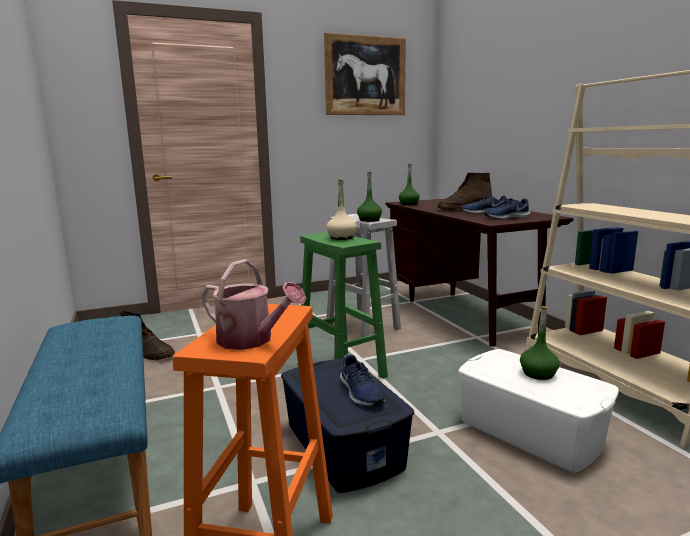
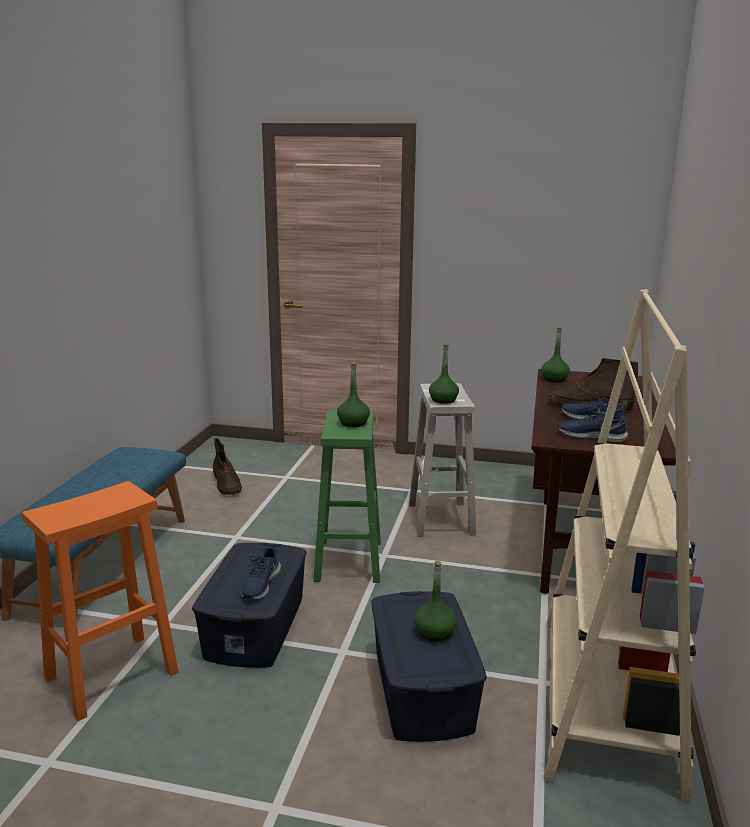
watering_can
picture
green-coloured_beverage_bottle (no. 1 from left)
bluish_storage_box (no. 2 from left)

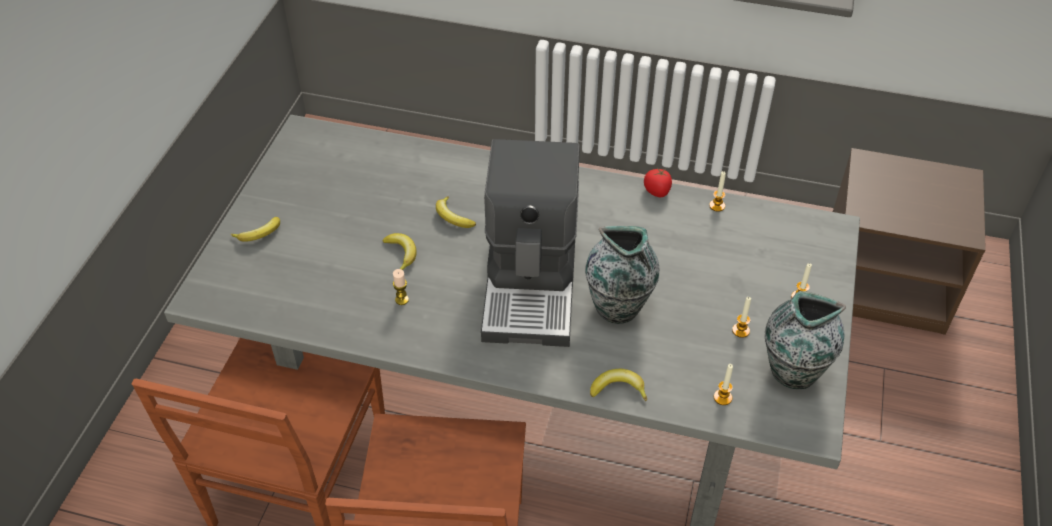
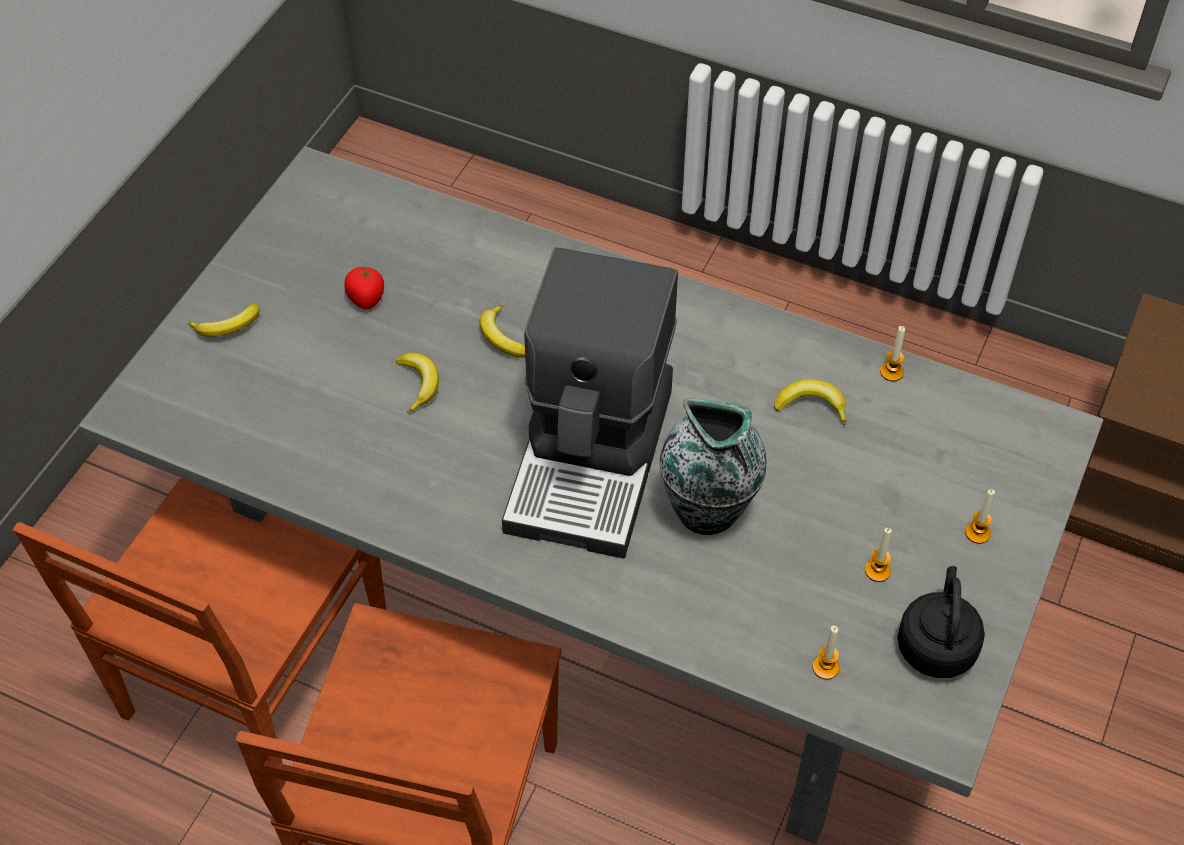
wax_light (no. 1 from left in the first image)
banana (no. 4 from left)
tomato
blackish_tea_kettle

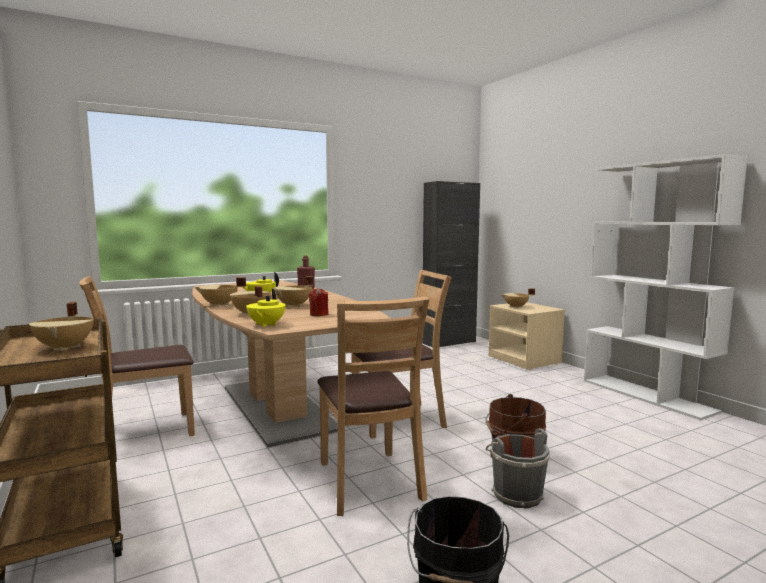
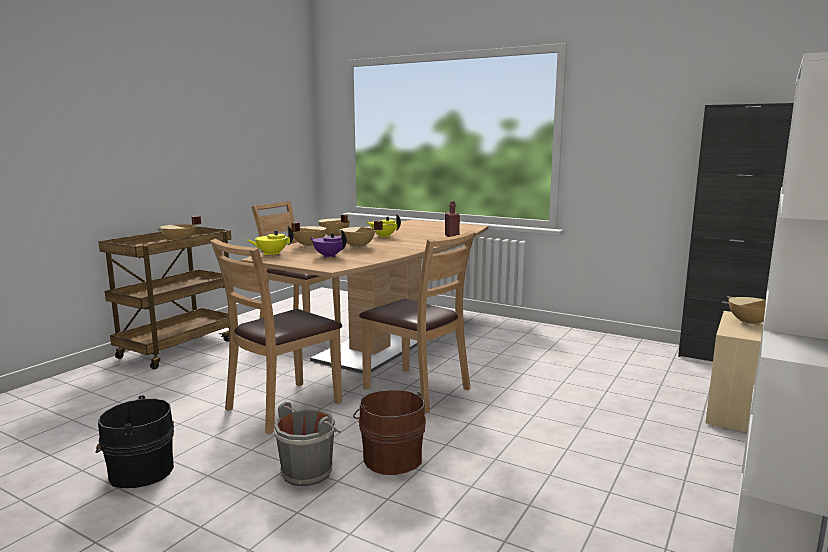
purple-coloured_pot_for_tea

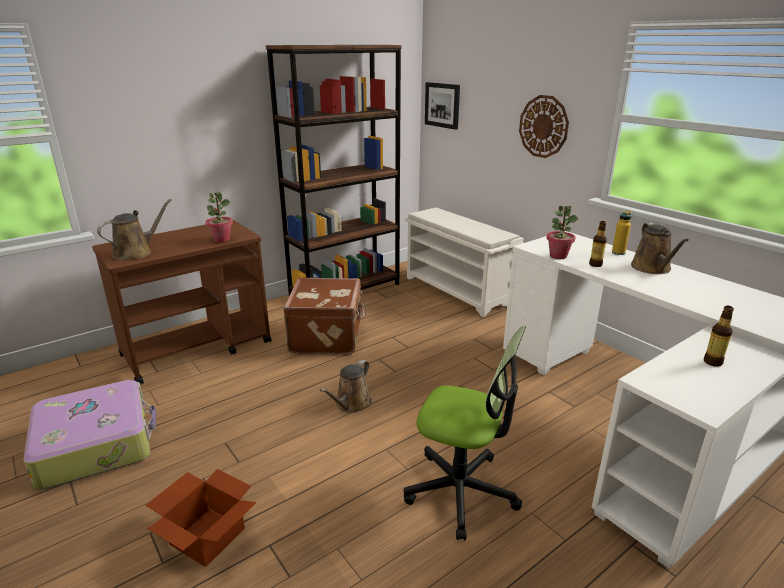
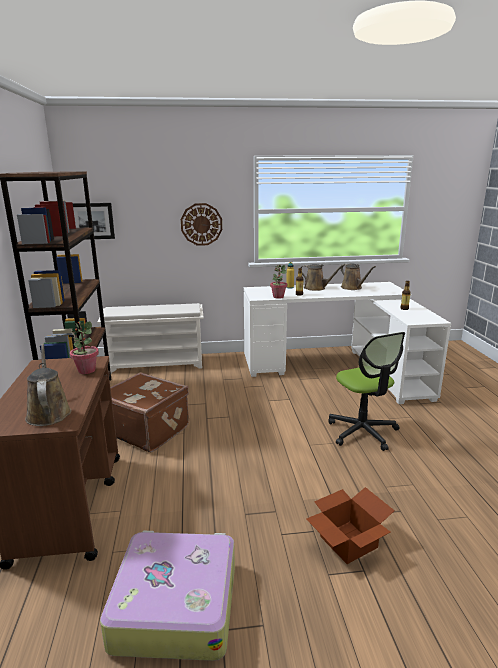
brown_watering_can (no. 3 from left)
office_chair

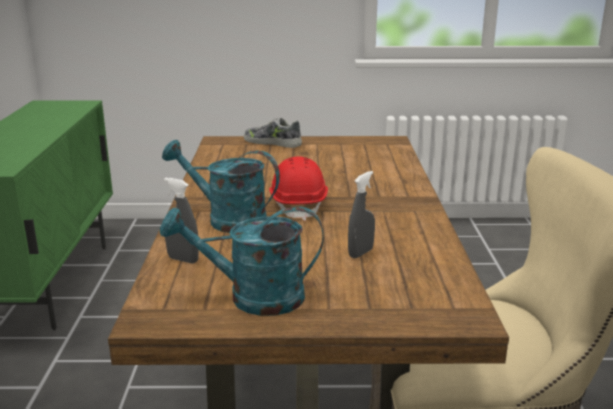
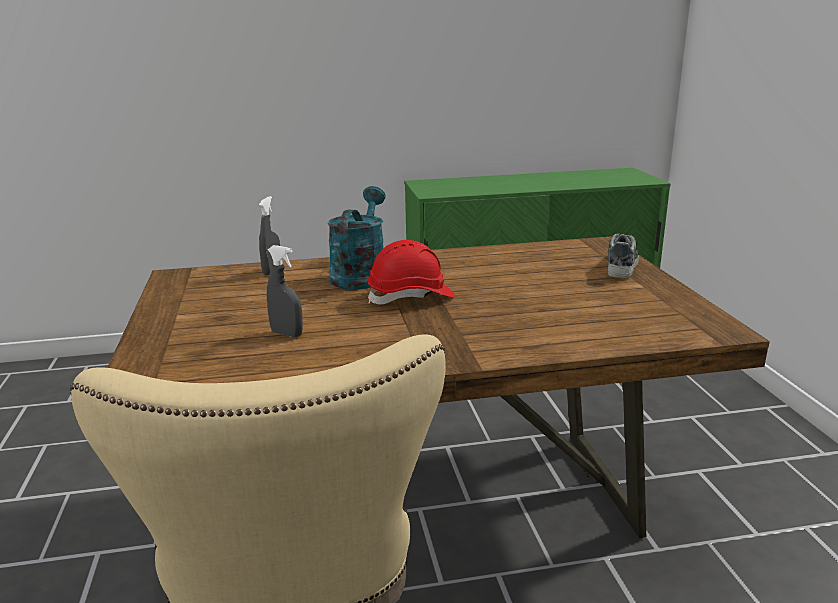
blue-green_watering_can (no. 2 from left in the first image)

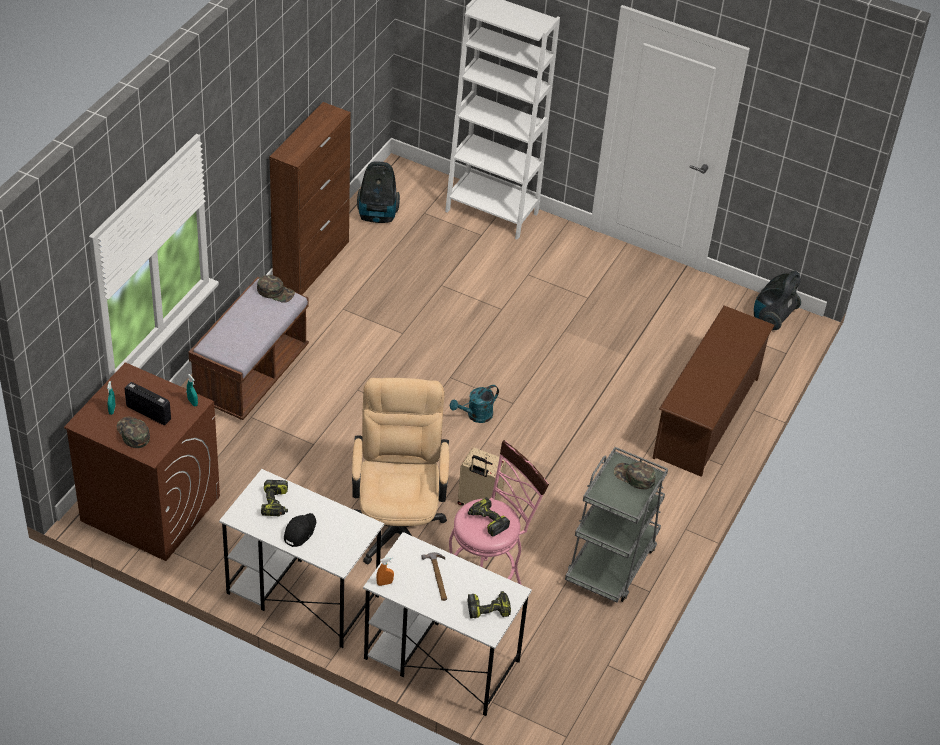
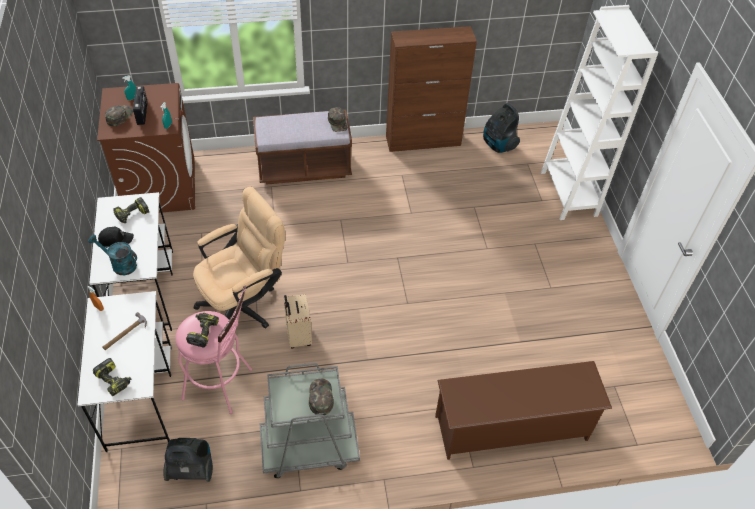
blue-green_watering_can
hoover (no. 1 from left)

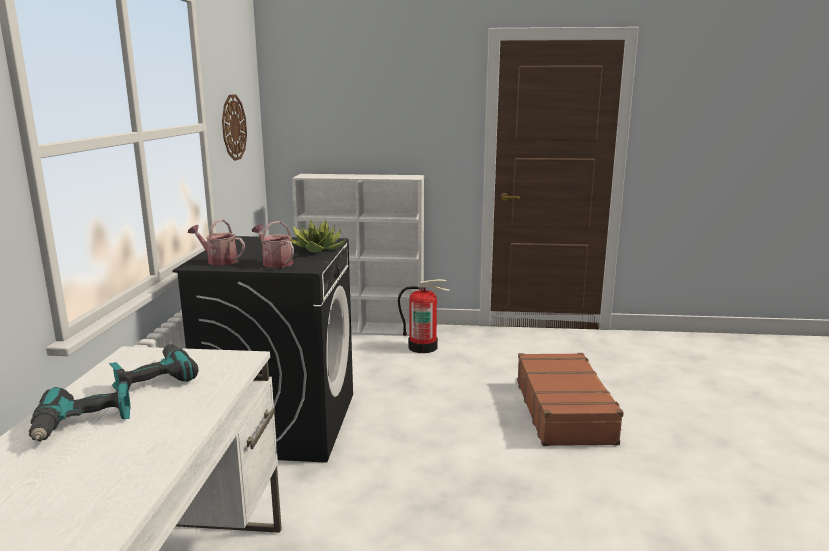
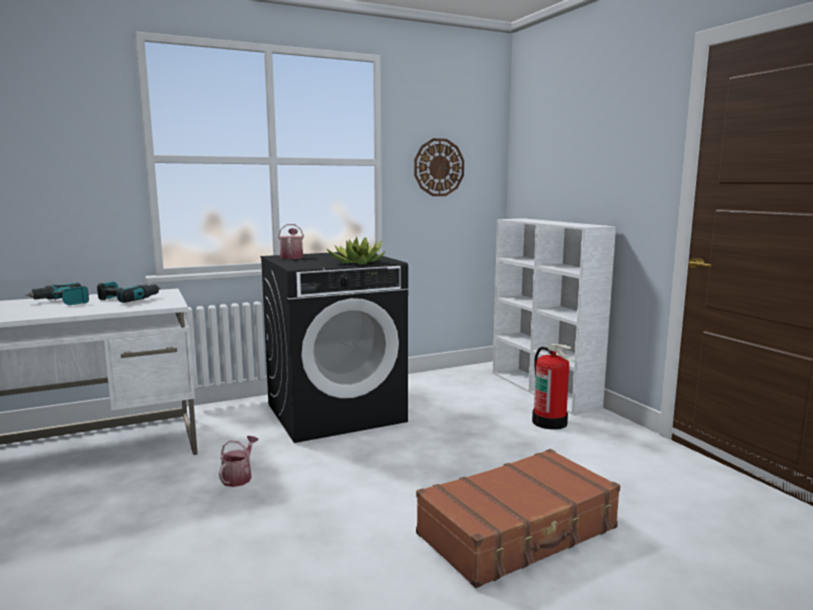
watering_can (no. 1 from left)

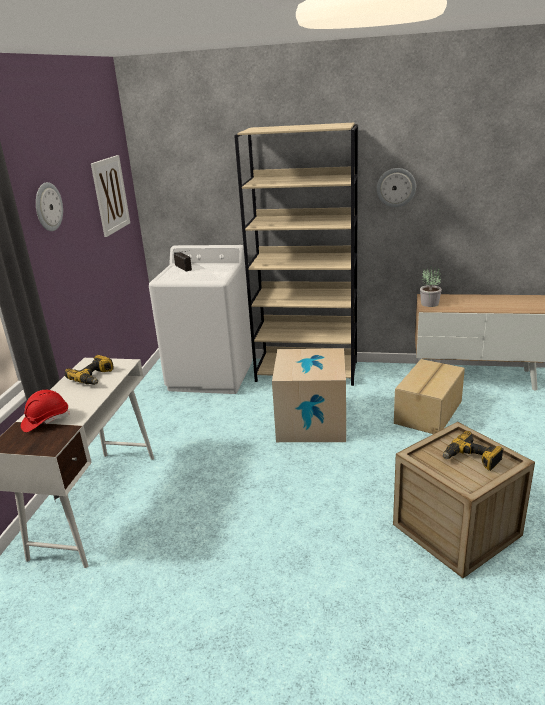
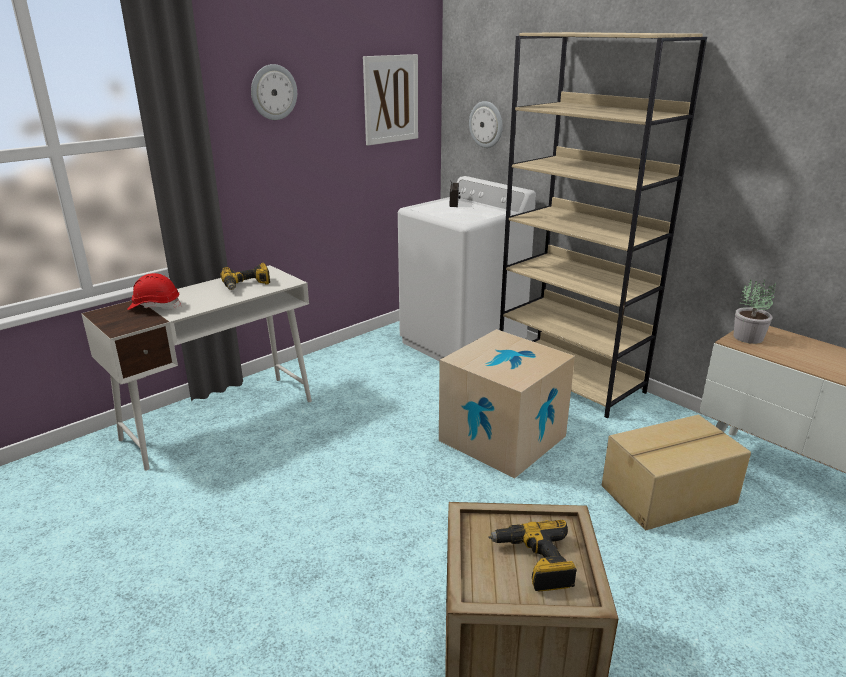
hanging_clock (no. 2 from left)

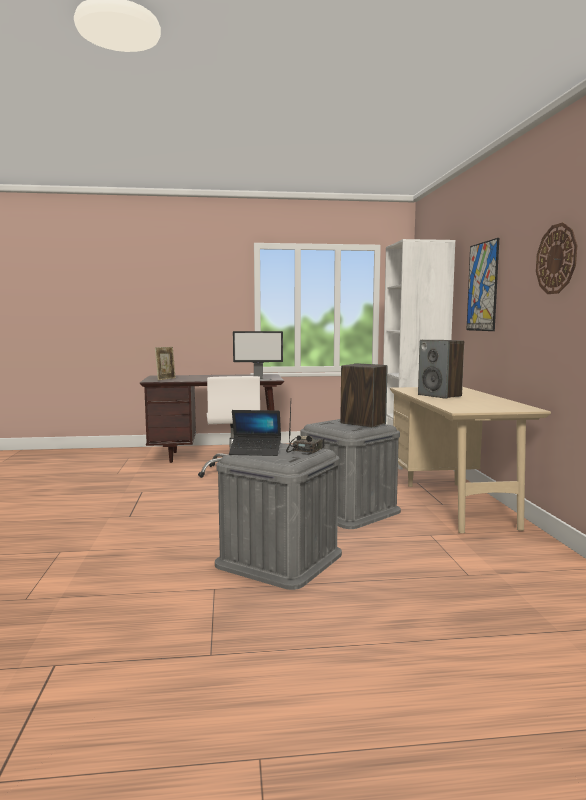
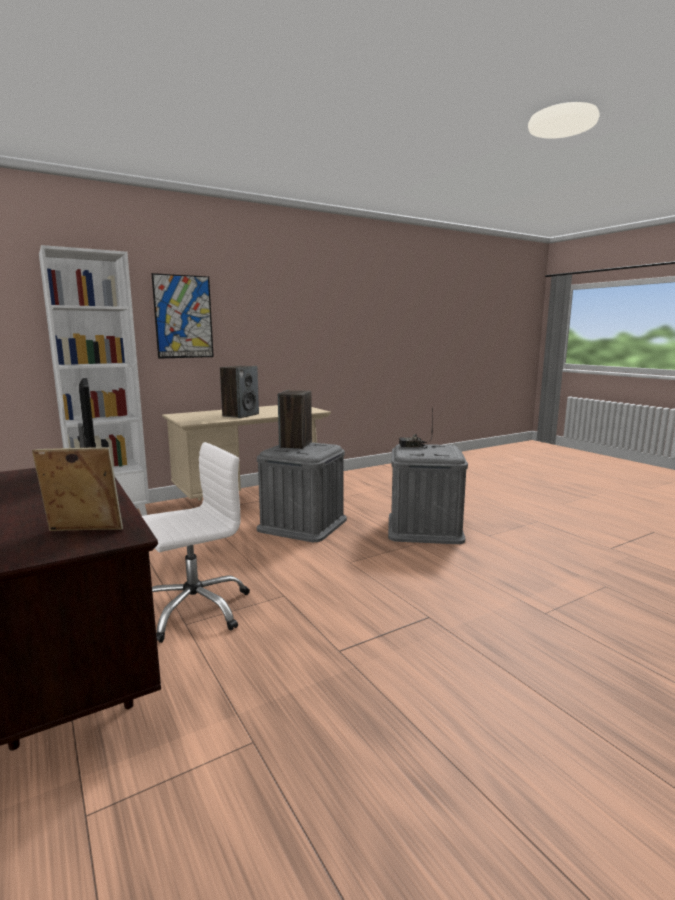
laptop
hanging_clock

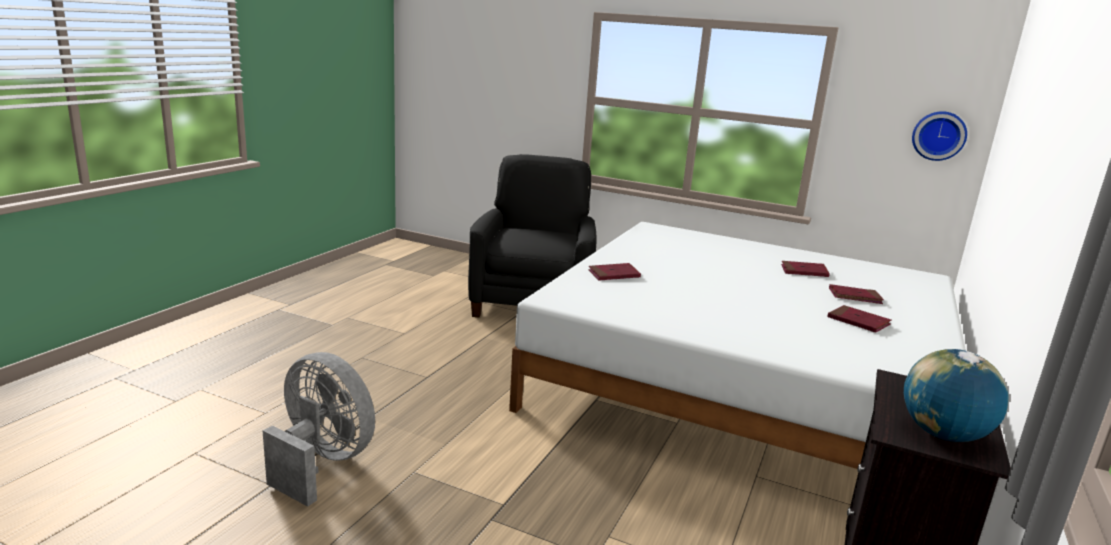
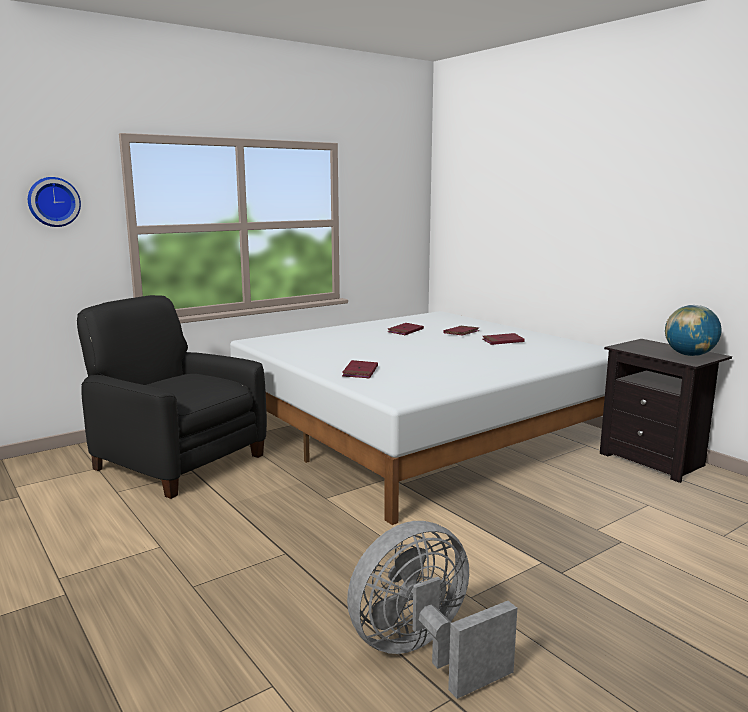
hanging_clock

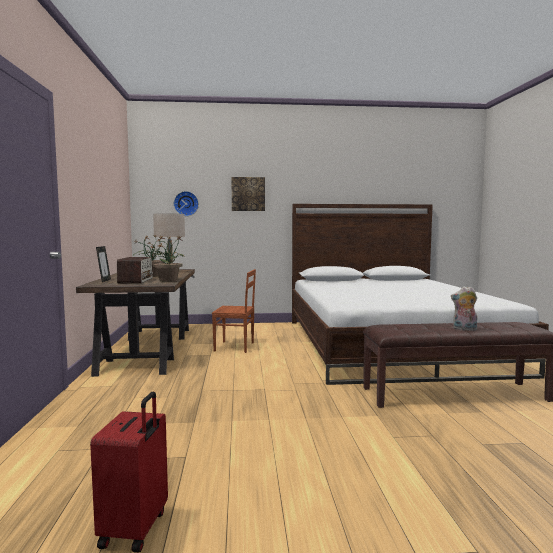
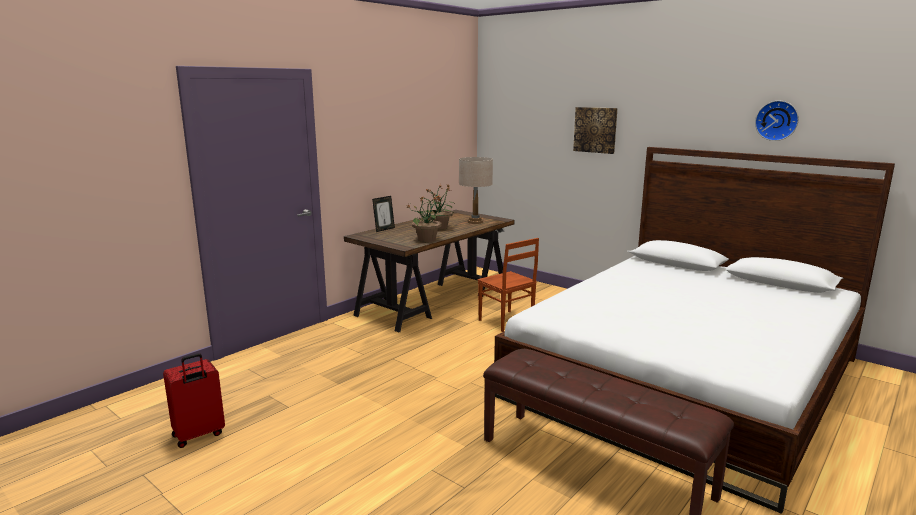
radio_receiver
hanging_clock
plush_toy

